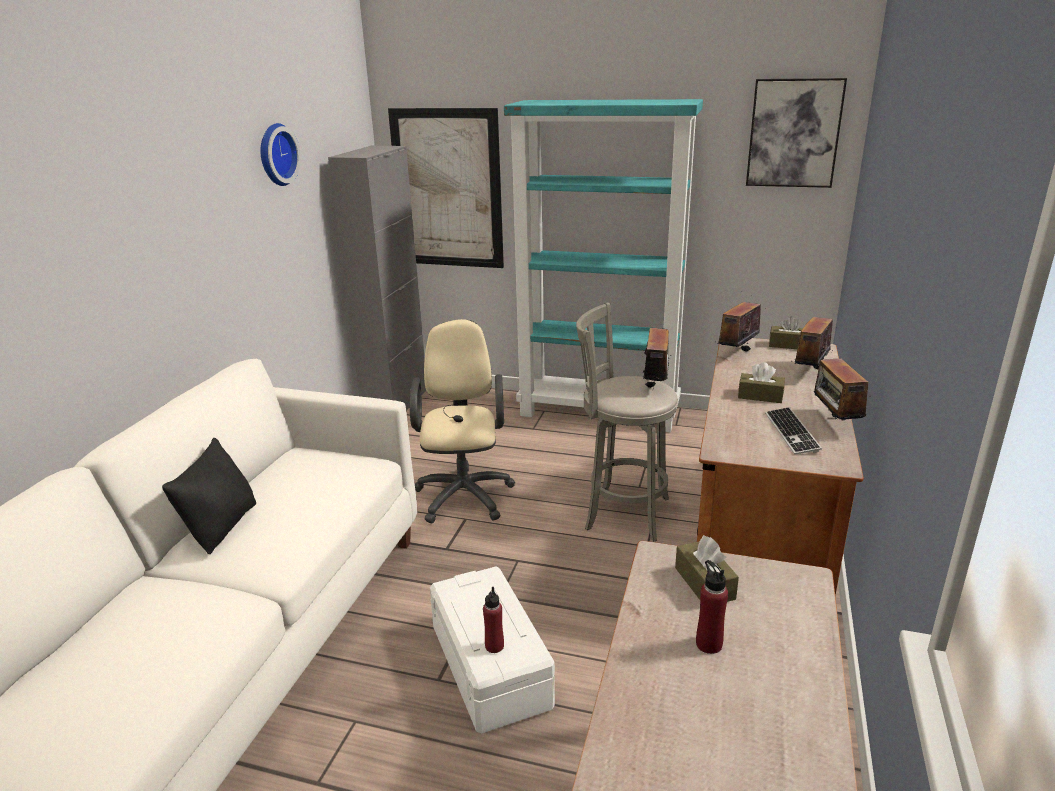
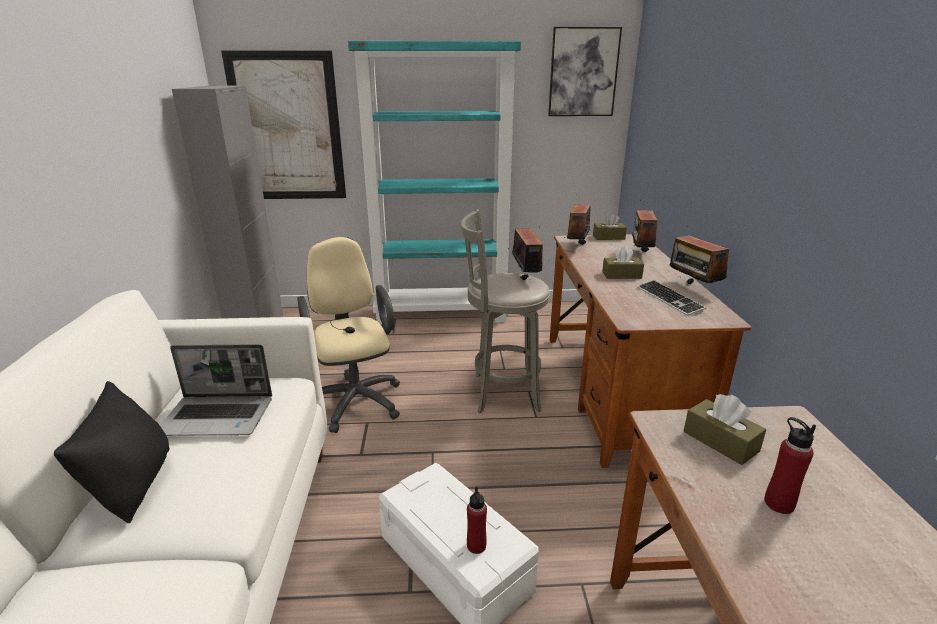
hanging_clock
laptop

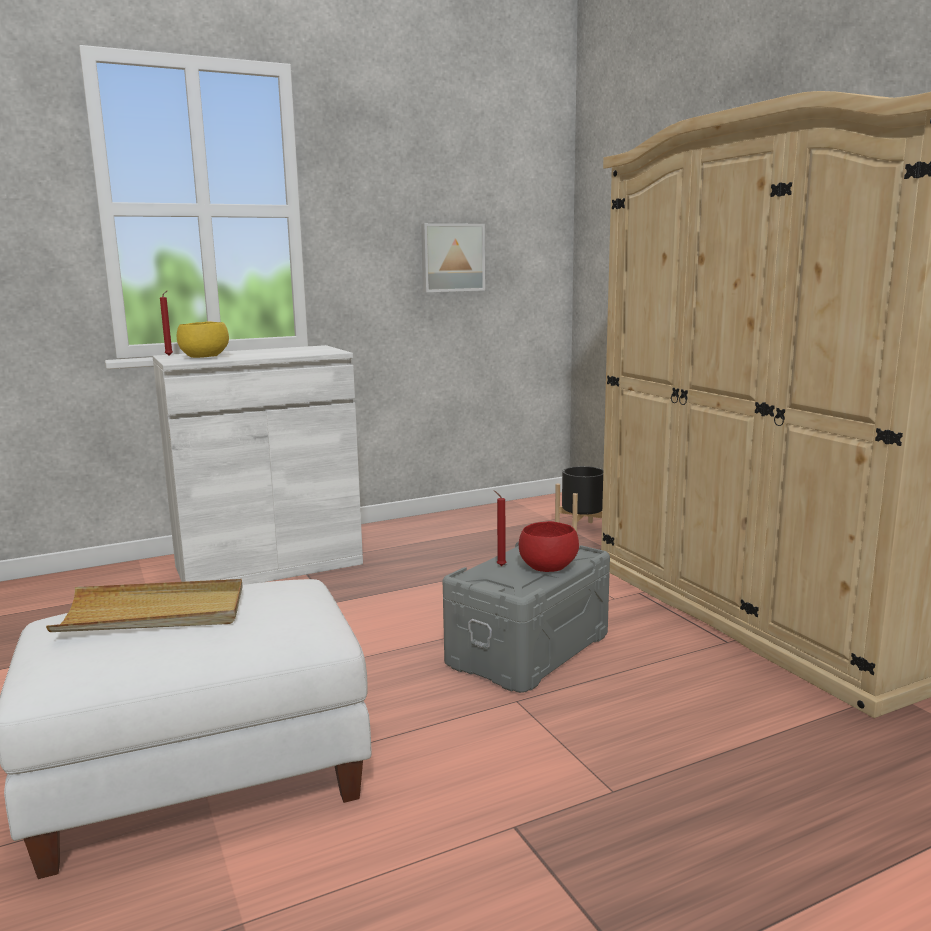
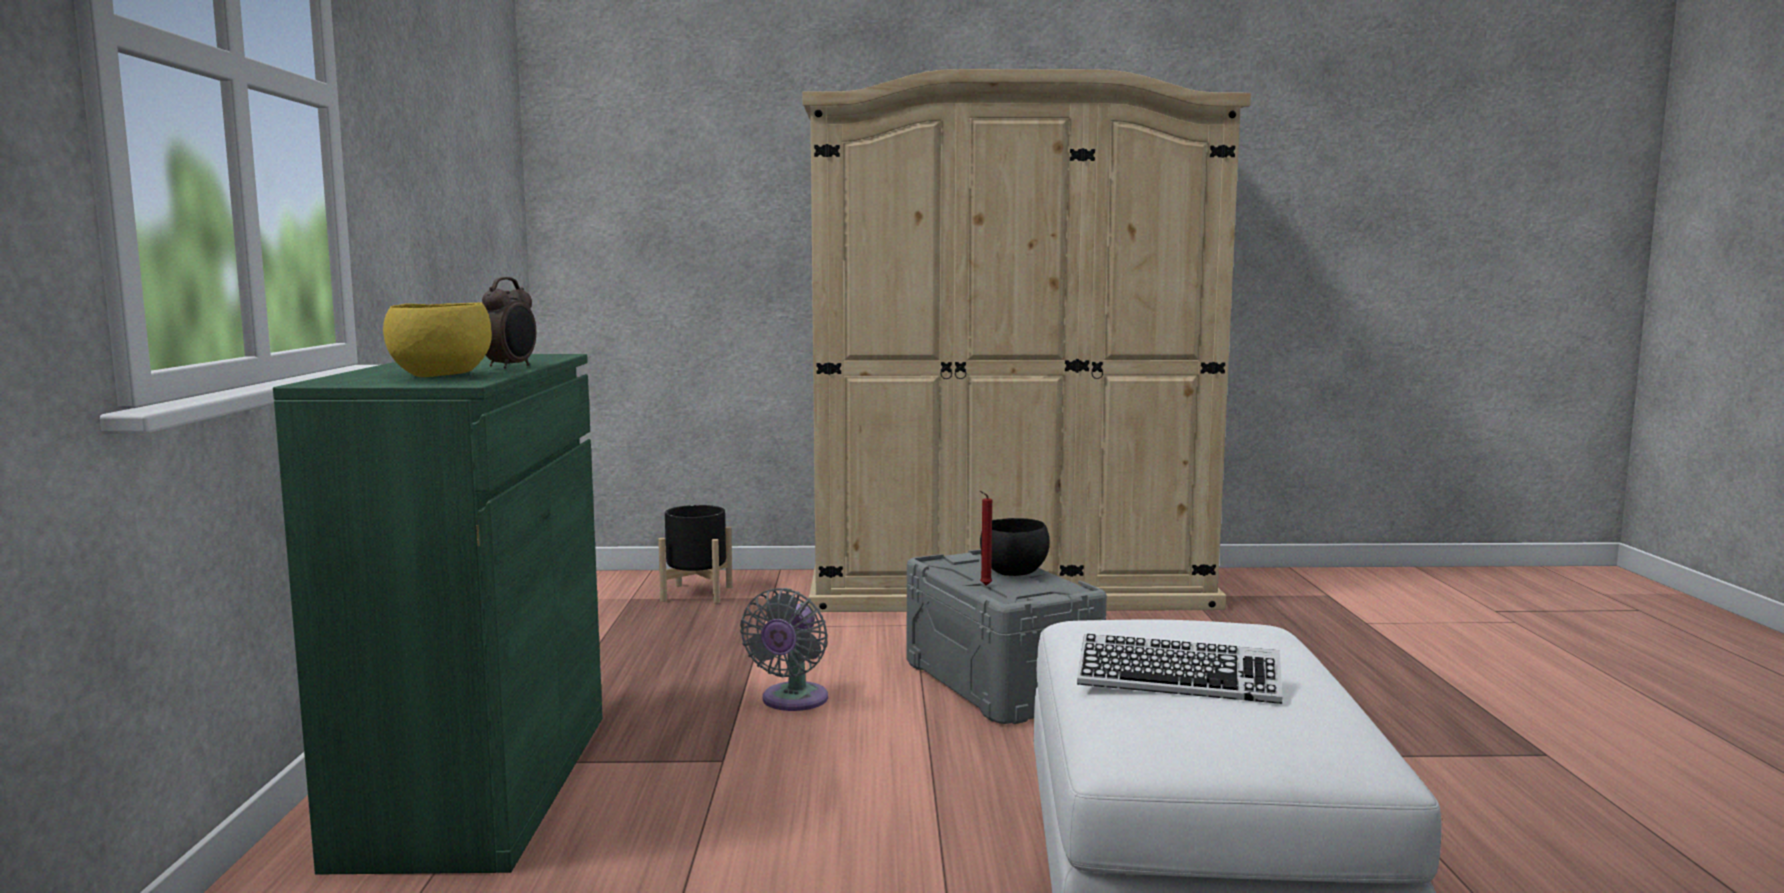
keyboard
green-coloured_storage_cabinet
reddish_wax_light (no. 1 from left in the first image)
picture
blackish_serving_bowl
table_clock
gray_electric_fan

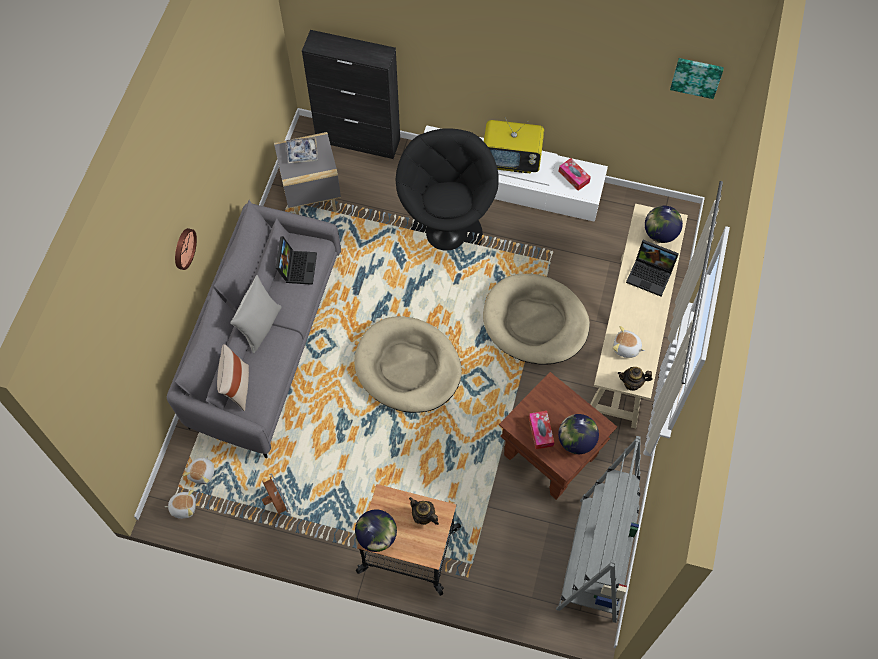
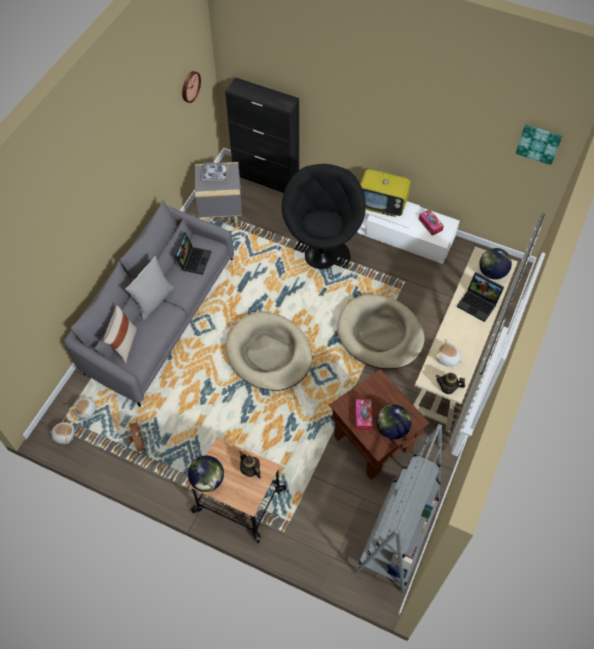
hanging_clock

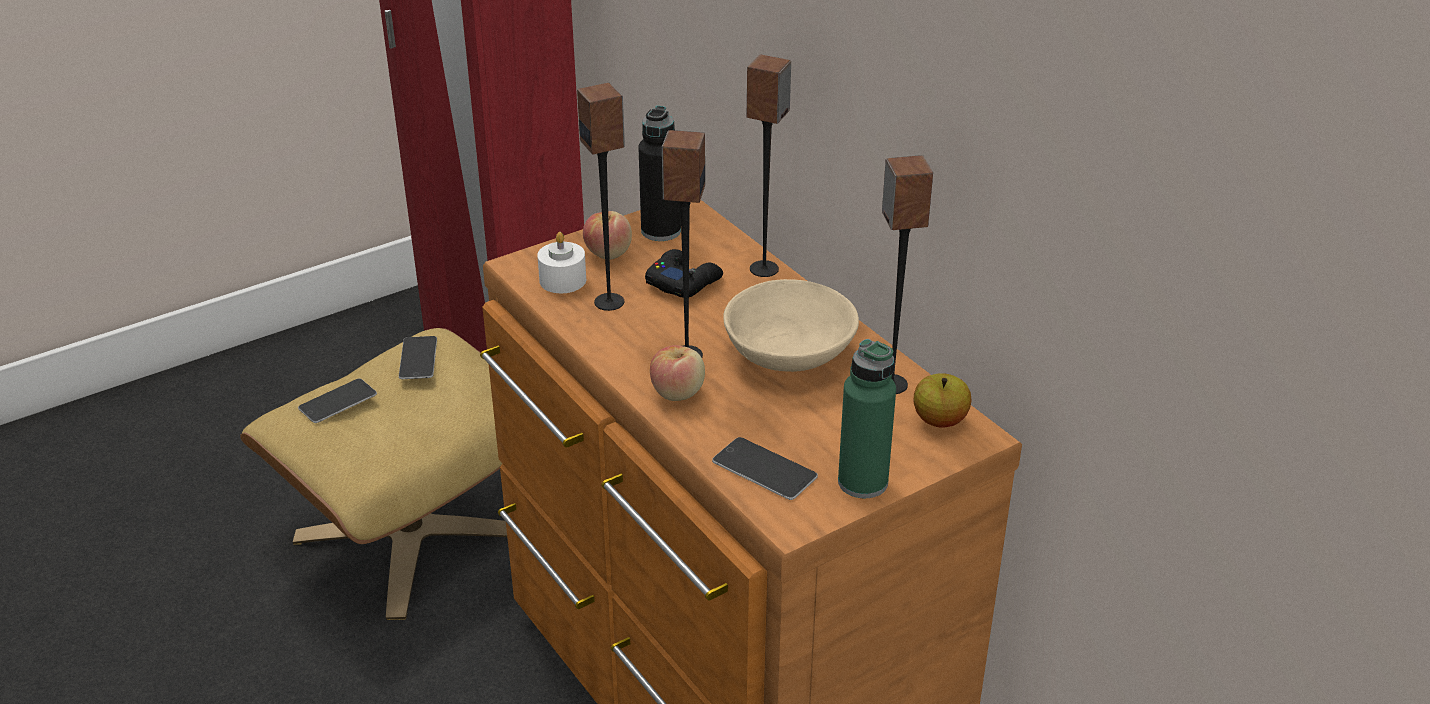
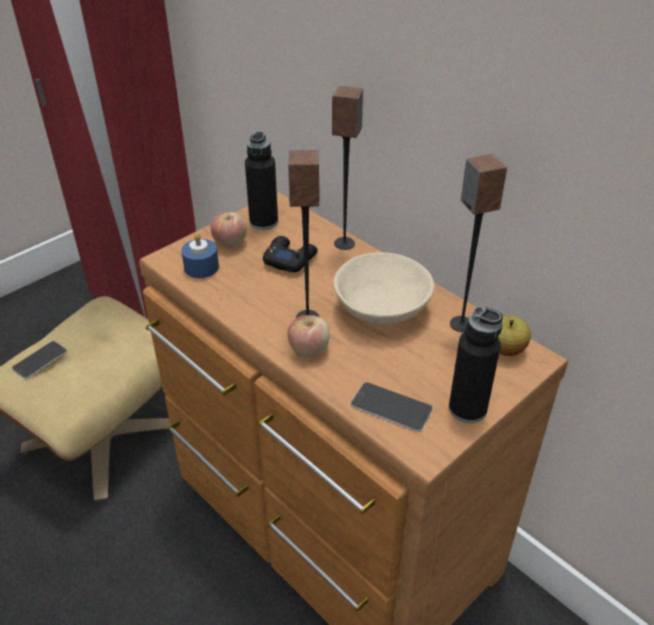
telephone (no. 2 from left in the first image)
bluish_wax_light
audio_speaker (no. 1 from left in the first image)
blackish_beverage_bottle (no. 2 from left)

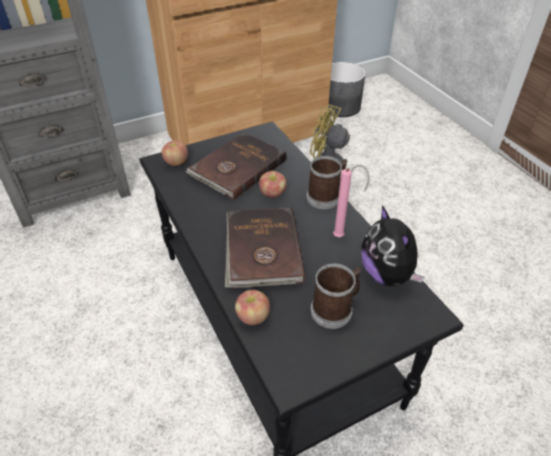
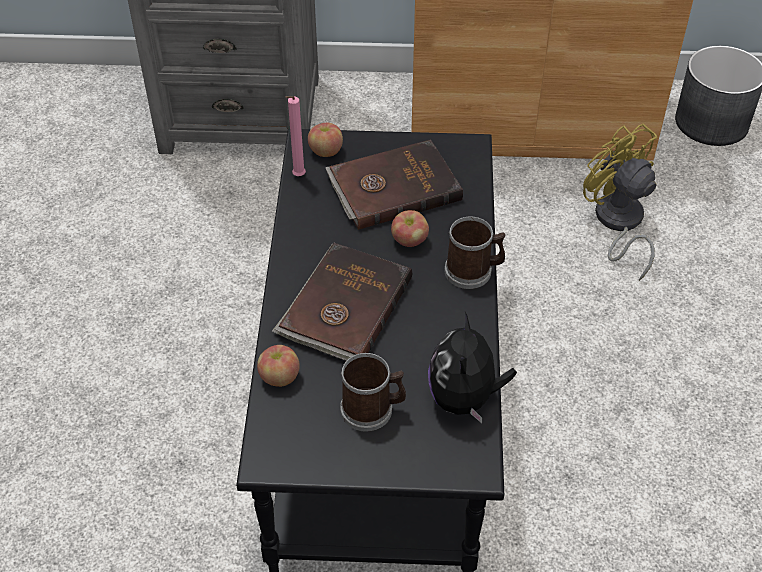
pink_wax_light

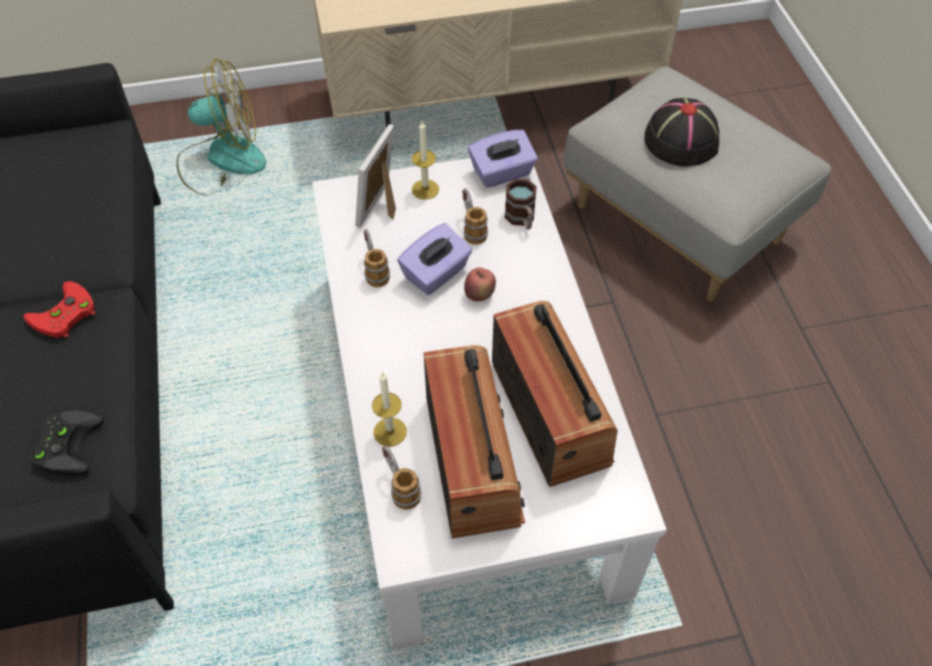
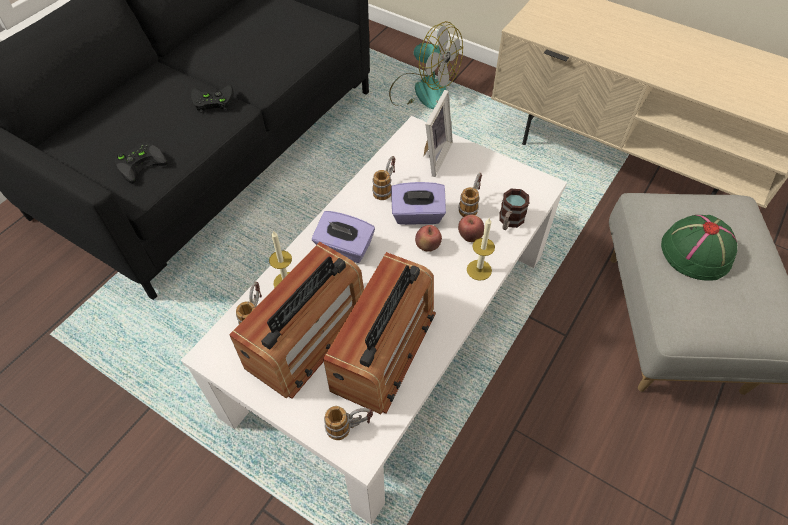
blackish_game_controller (no. 2 from left)
standing_frame
wax_light (no. 2 from left)
purple-coloured_box_of_tissues (no. 1 from left)
green-coloured_clothing_hat
mug (no. 2 from left)
whole_apple (no. 2 from left)

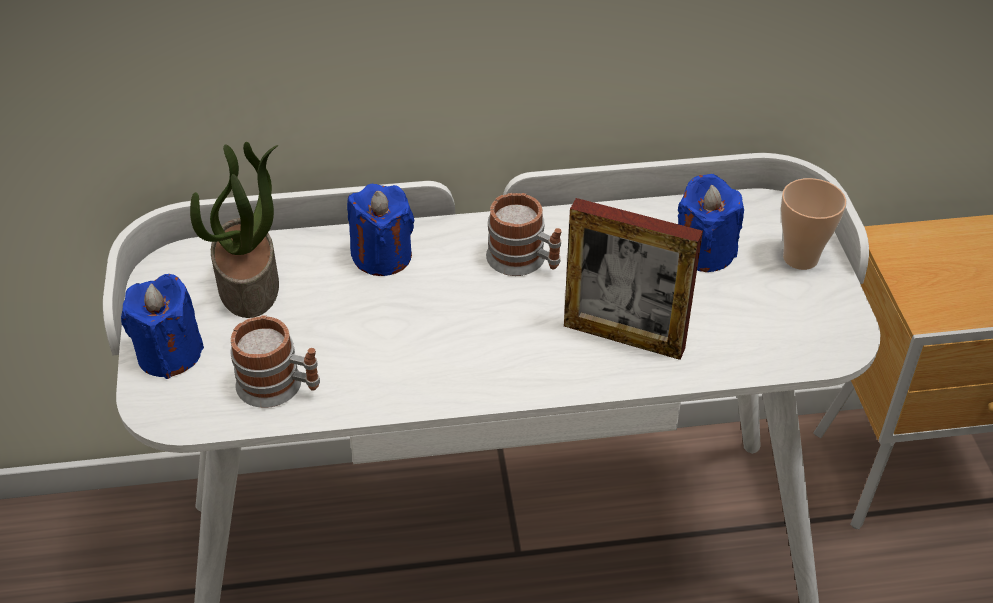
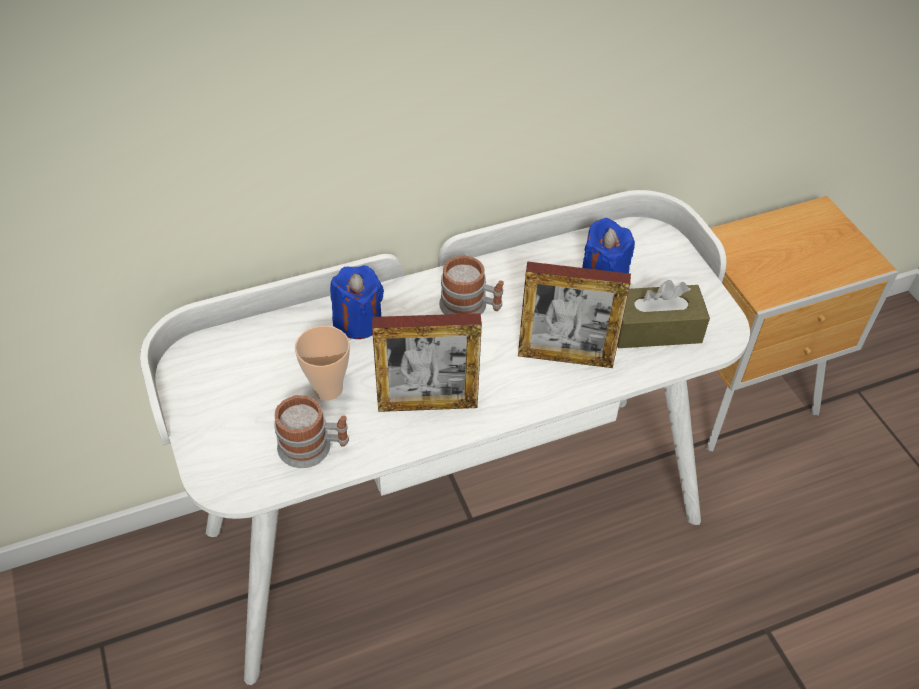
bluish_wax_light (no. 1 from left in the first image)
houseplant
small_cup
standing_frame (no. 1 from left)
brown_box_of_tissues

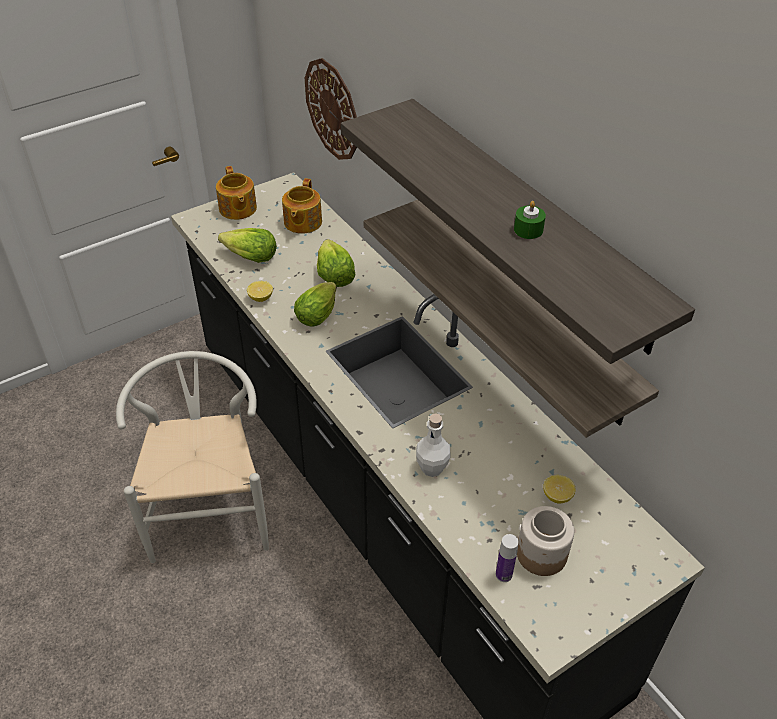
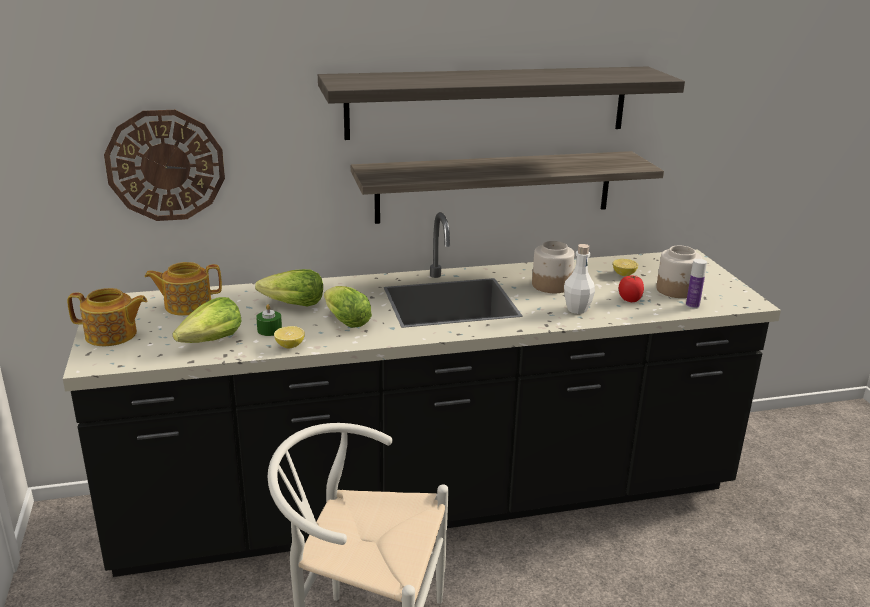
pot_for_tea (no. 2 from left)
green-coloured_wax_light
jar (no. 1 from left)
tomato

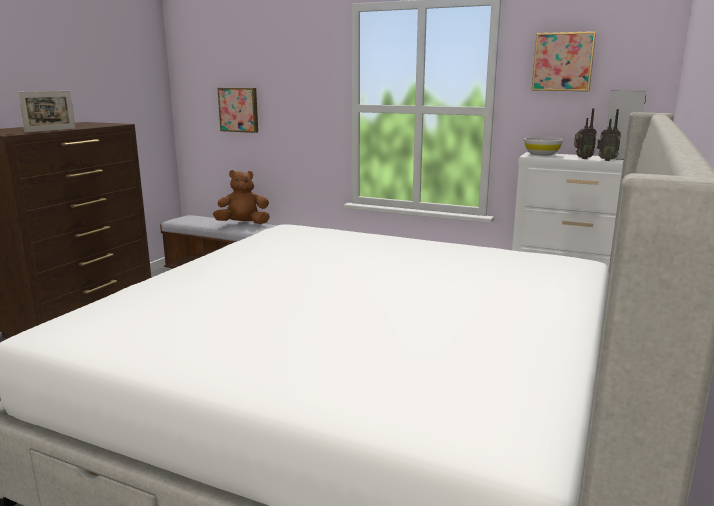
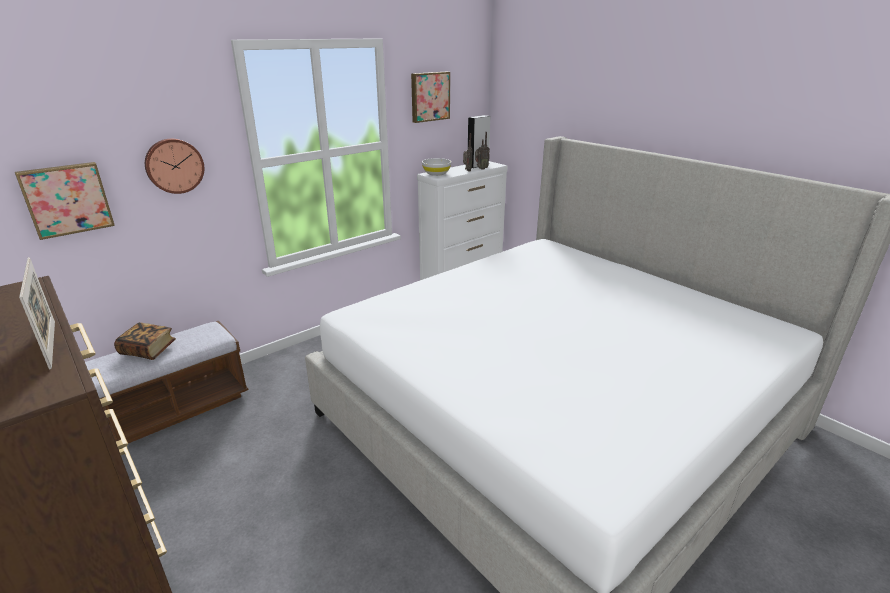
bound_book
hanging_clock

